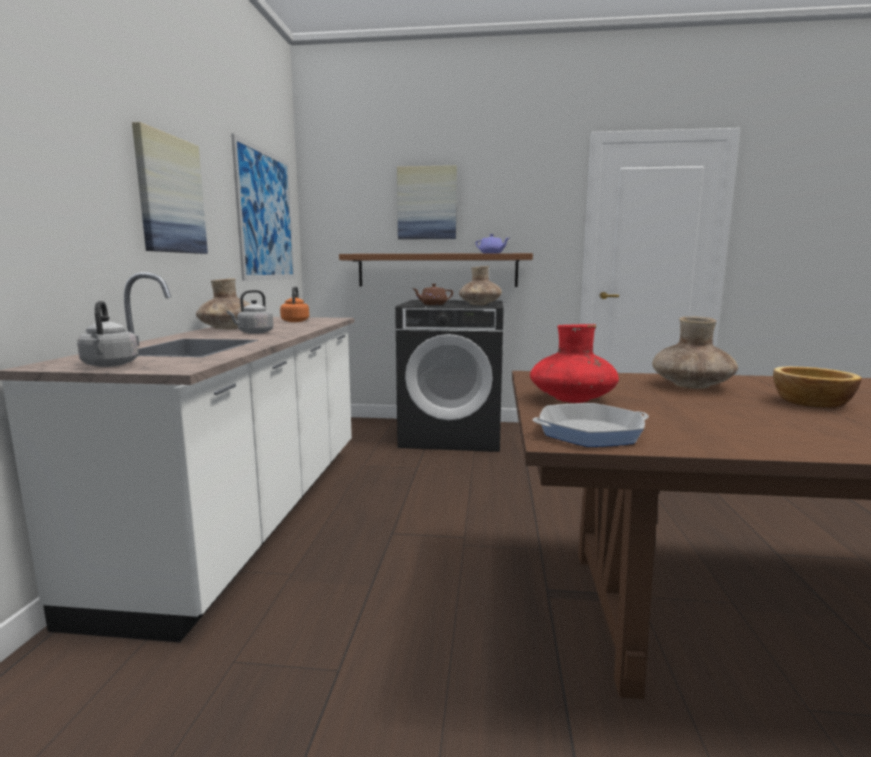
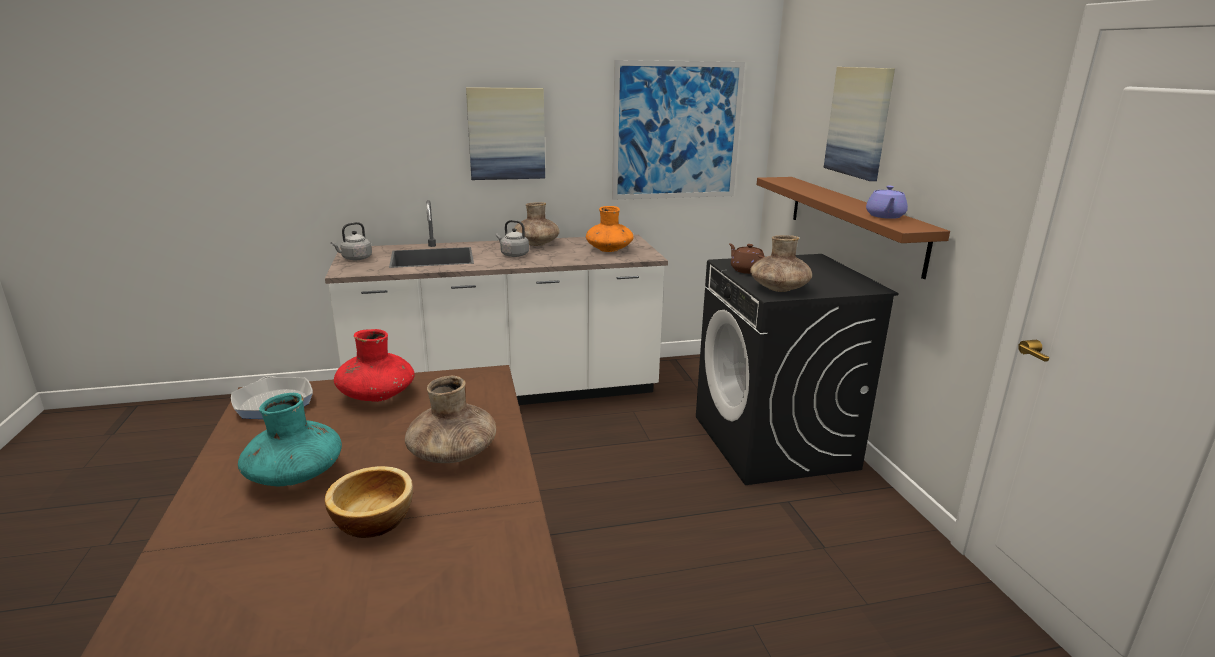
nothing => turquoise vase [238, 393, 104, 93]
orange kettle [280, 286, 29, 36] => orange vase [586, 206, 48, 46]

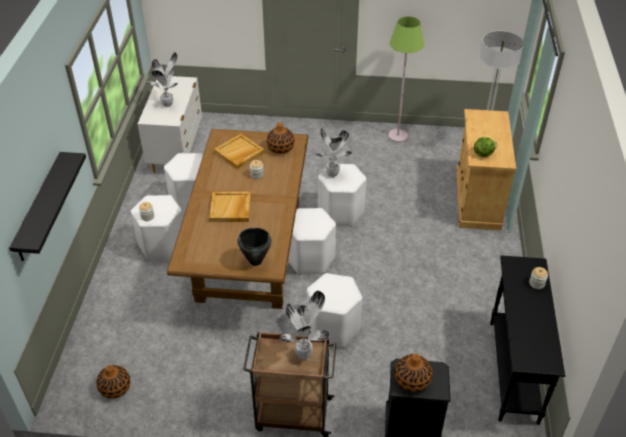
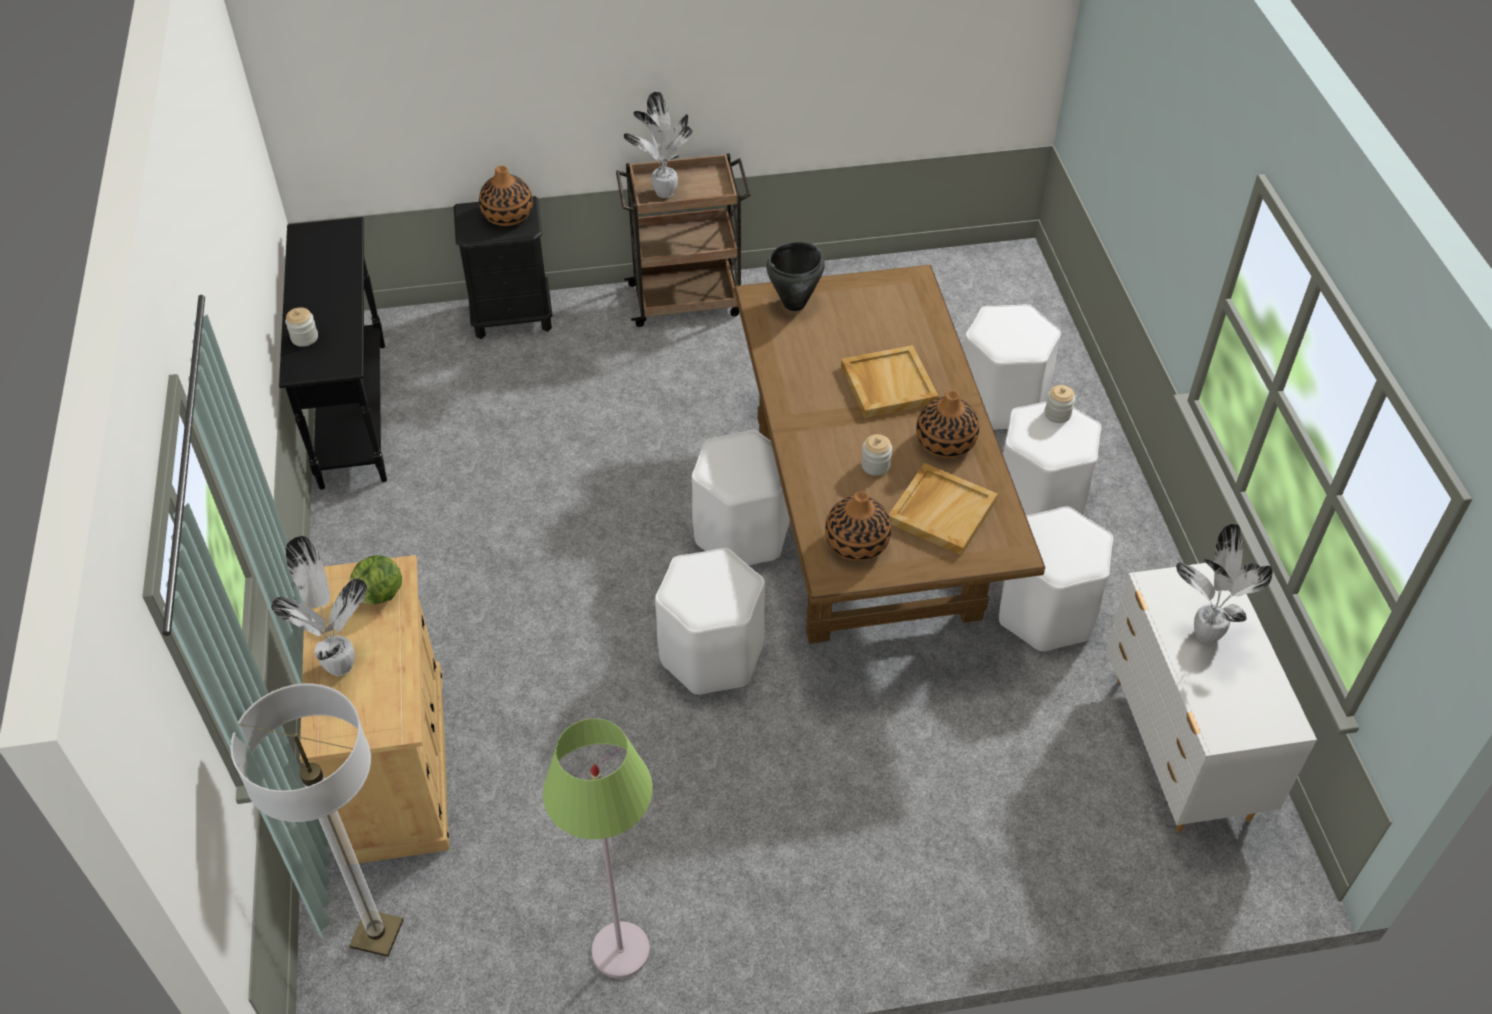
potted plant [316, 128, 36, 49] => potted plant [271, 536, 96, 140], moved
vase [96, 365, 34, 34] => vase [916, 391, 63, 67], moved
white stool [307, 273, 55, 75] => white stool [963, 304, 98, 126], moved
black shelf [9, 152, 77, 109] => nothing

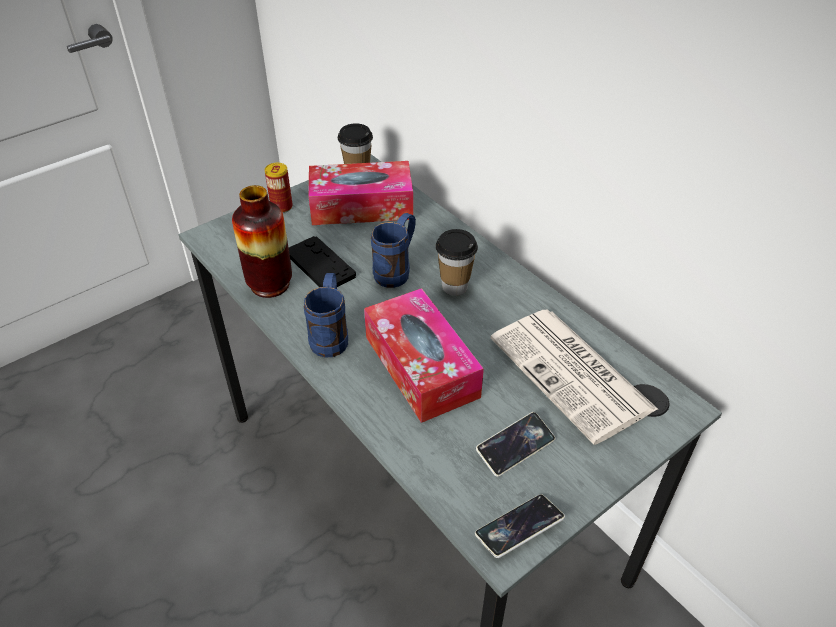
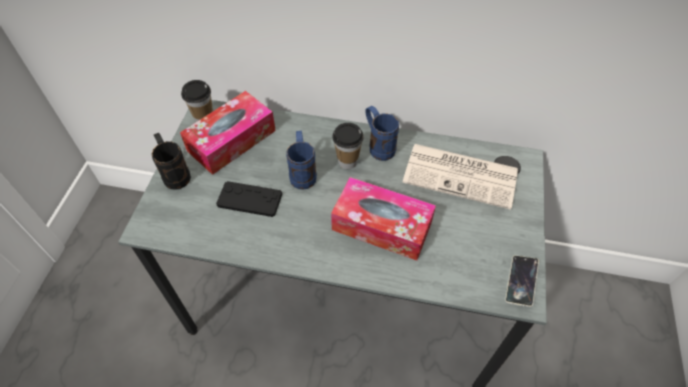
can [265, 163, 28, 50] => black mug [152, 133, 39, 57]
blue mug [304, 273, 44, 85] => blue mug [365, 106, 34, 55], moved
vase [232, 185, 60, 113] => nothing
phone [476, 412, 79, 65] => nothing

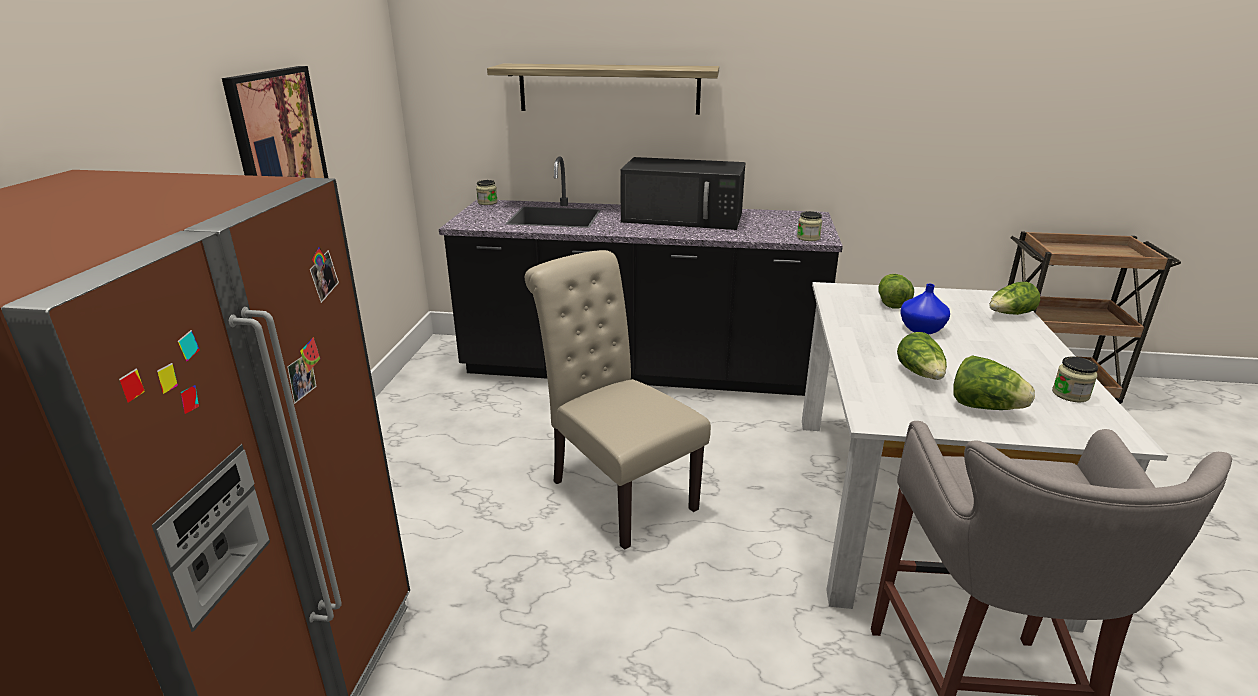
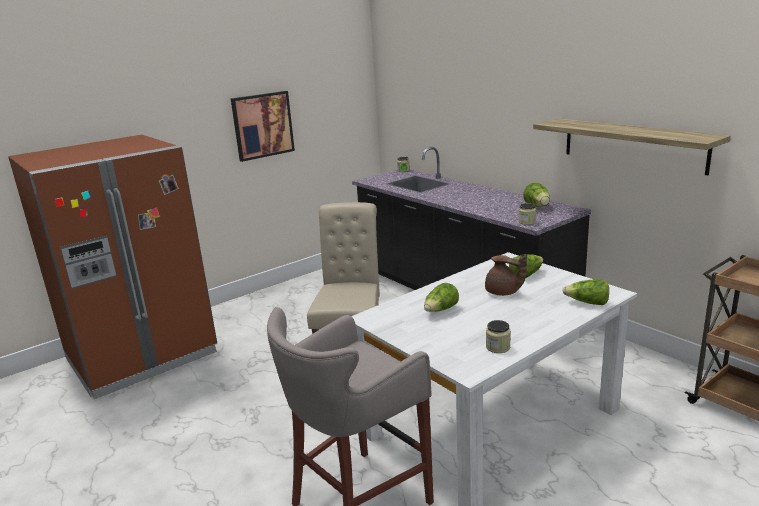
blue vase [901, 284, 49, 50] => brown teapot [485, 254, 42, 42]
lettuce [953, 355, 82, 55] => lettuce [523, 183, 27, 24], moved
shelf [487, 64, 232, 51] => shelf [533, 118, 198, 57], moved
black microwave [620, 157, 125, 73] => nothing

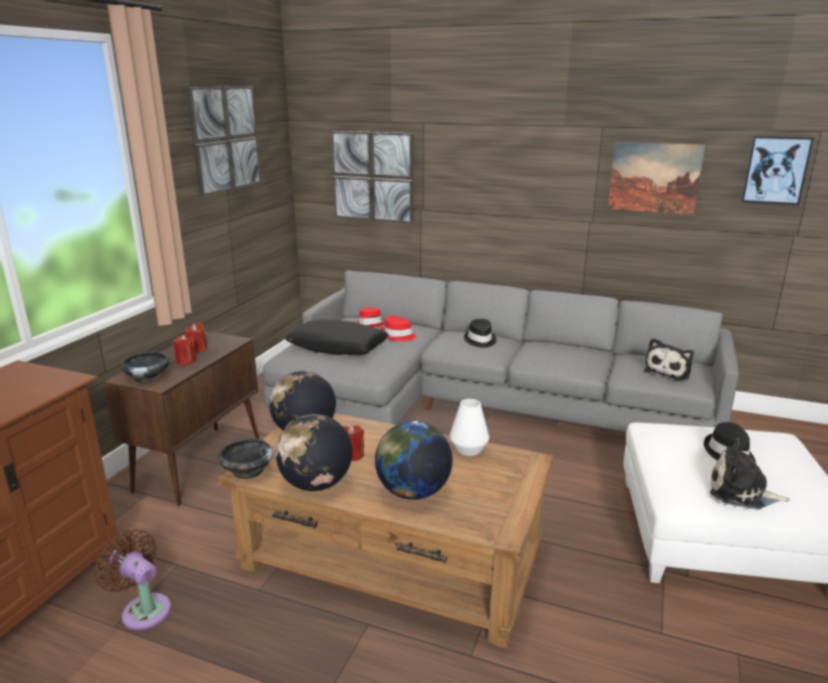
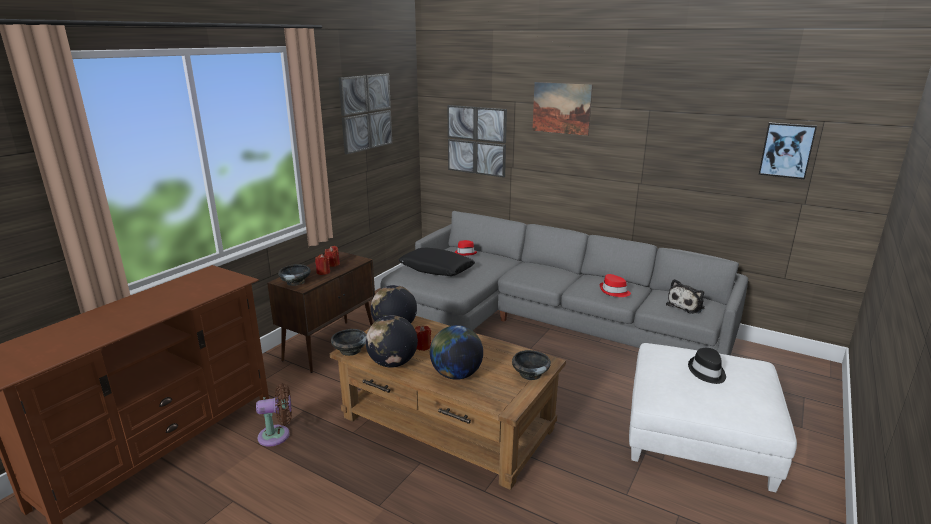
brown fan [94, 529, 77, 101] => brown fan [256, 383, 36, 64], 120 degrees clockwise
nothing => black bowl [512, 350, 39, 30]
picture [608, 142, 97, 73] => picture [532, 82, 61, 54], moved
red hat [381, 316, 36, 25] => red hat [600, 274, 31, 23], moved
white vase [449, 399, 40, 57] => nothing
black hat [464, 319, 33, 29] => nothing
plush toy [710, 438, 80, 72] => nothing

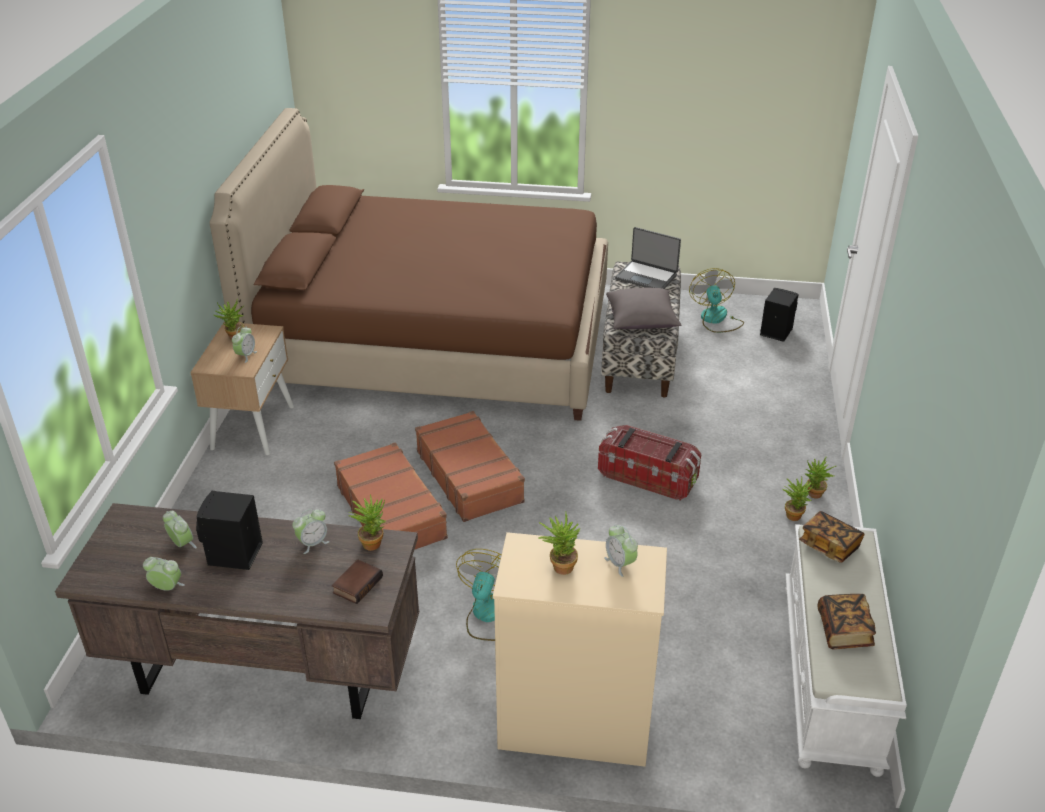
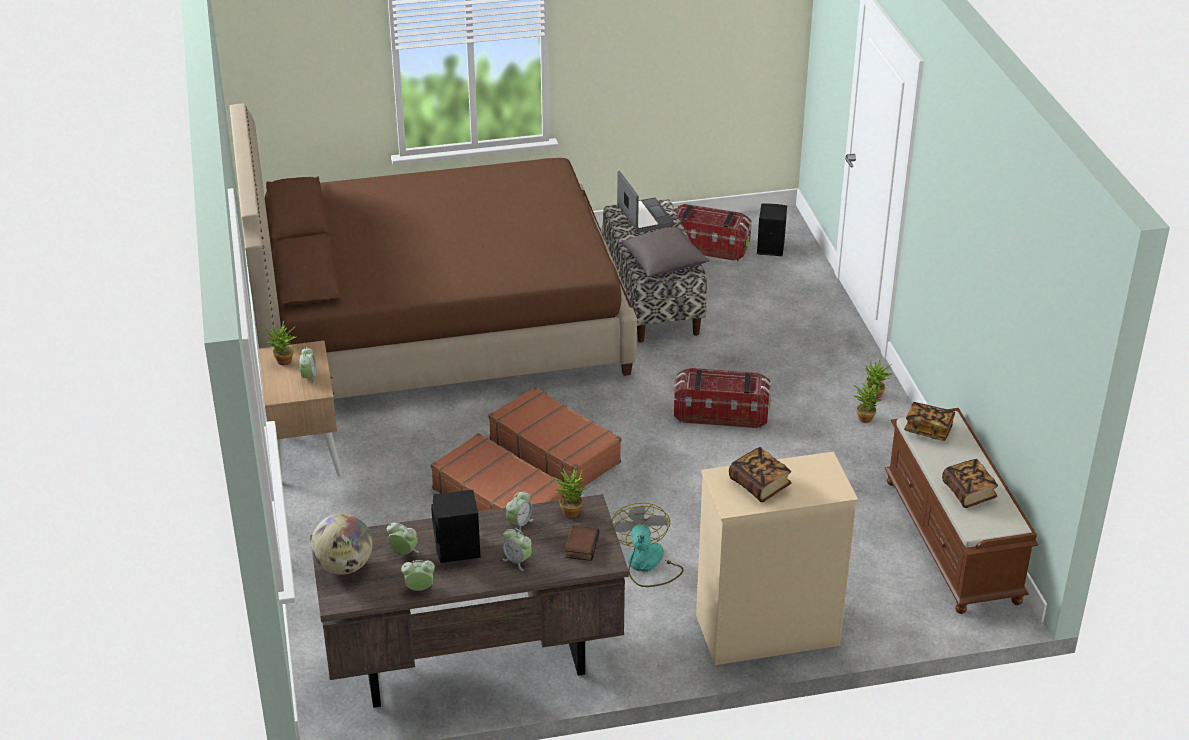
nothing => globe [311, 513, 62, 62]
alarm clock [604, 525, 34, 52] => alarm clock [502, 528, 30, 43], moved
laptop [615, 227, 66, 62] => laptop [617, 171, 57, 62], 120 degrees counterclockwise
fan [689, 268, 55, 65] => storage box [674, 204, 77, 57]
potted plant [538, 511, 42, 64] => book [729, 447, 63, 55]
white bench [785, 524, 122, 253] => brown bench [885, 408, 153, 206]

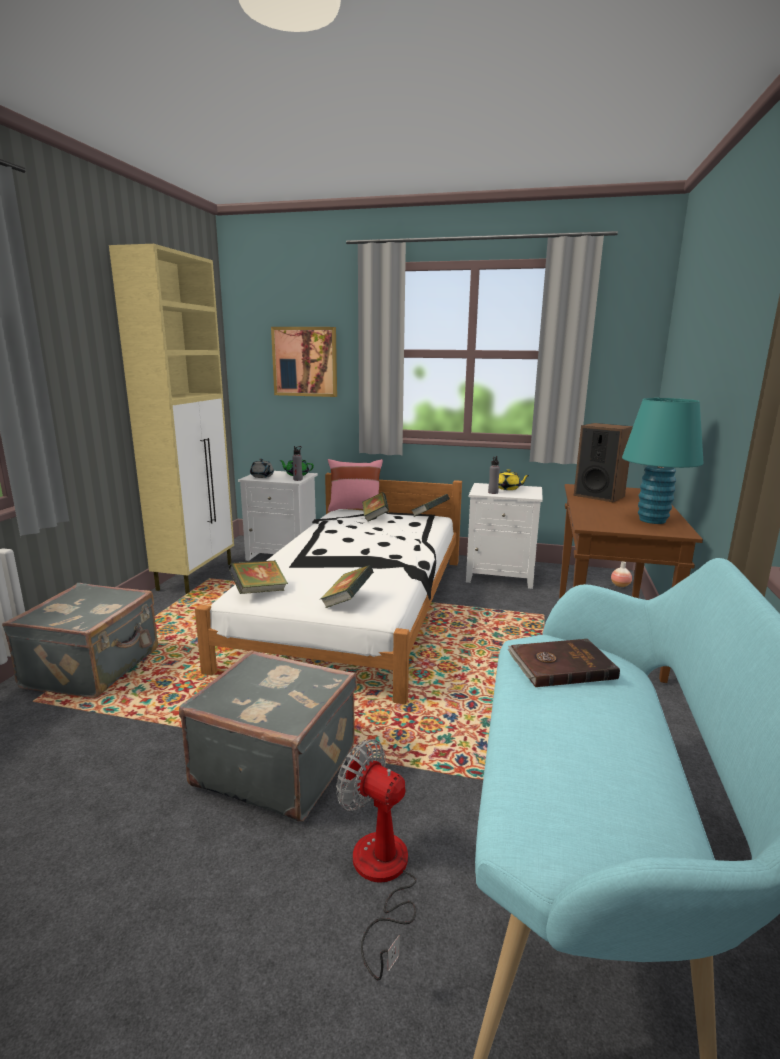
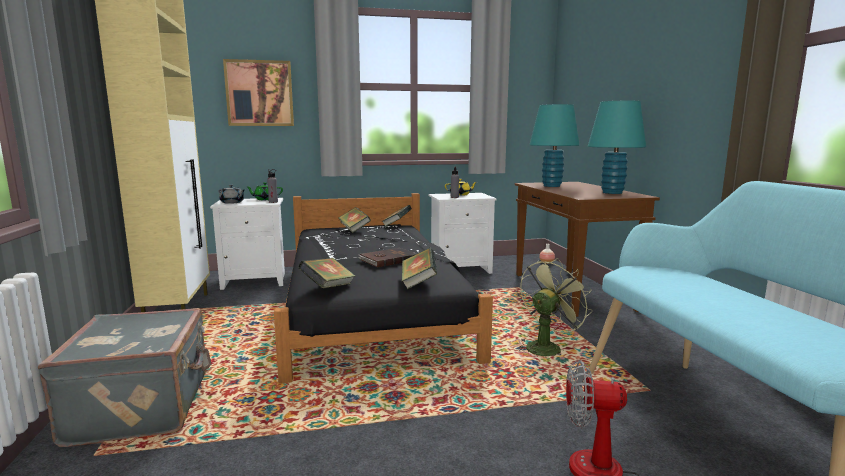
white bed [195, 473, 267, 231] => black bed [274, 193, 219, 191]
brown book [508, 639, 112, 48] => brown book [358, 248, 58, 20], moved
nothing => green fan [516, 258, 76, 98]
speaker [574, 423, 59, 79] => turquoise table lamp [529, 104, 51, 83]
grey suitcase [179, 650, 178, 171] => nothing
pink pillow [328, 459, 55, 53] => nothing

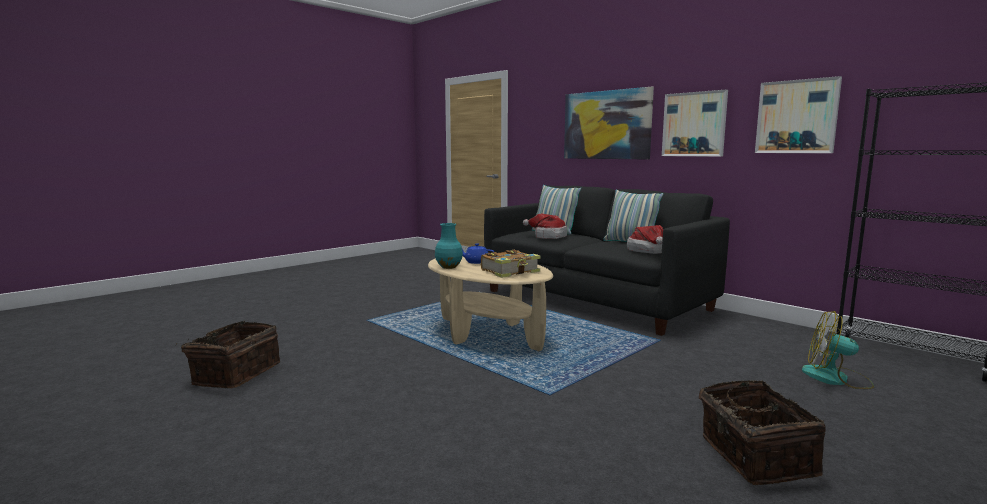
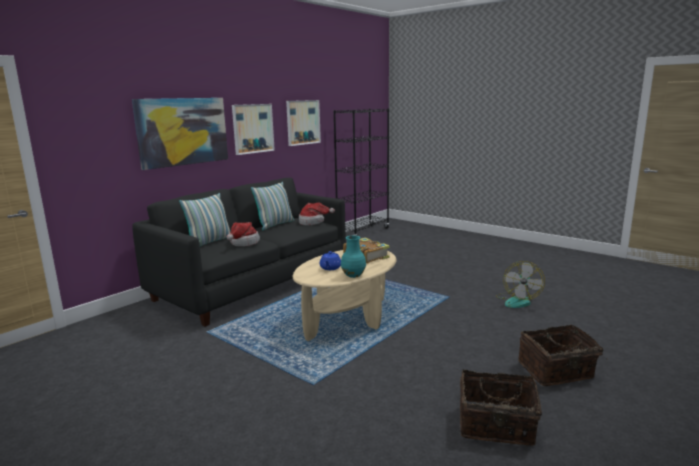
fan [802, 311, 72, 78] => fan [496, 261, 49, 47], moved
basket [699, 380, 127, 105] => basket [518, 324, 90, 62], moved

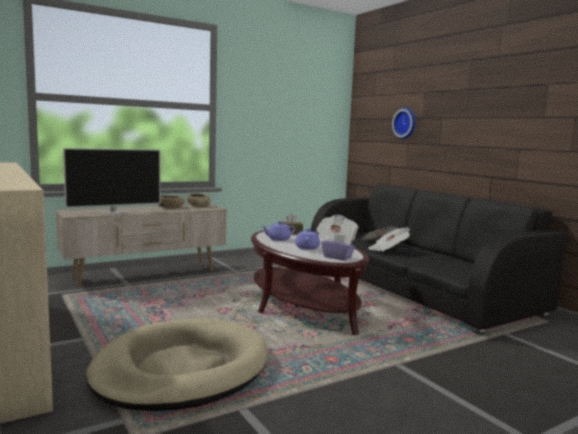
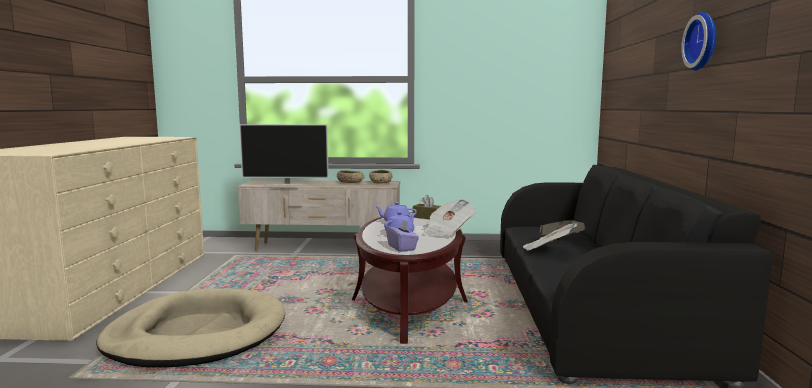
wall clock [392, 108, 24, 31] => wall clock [681, 12, 35, 59], moved

